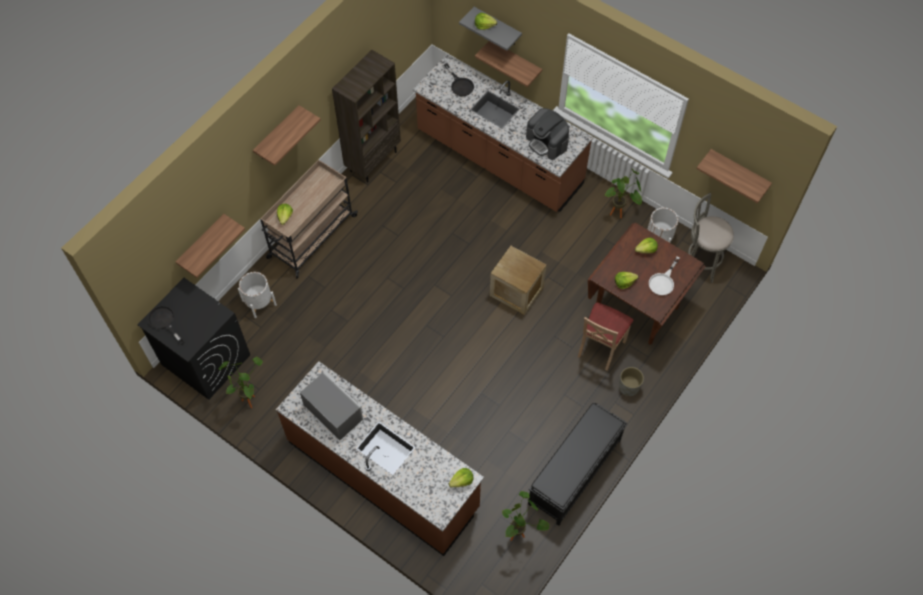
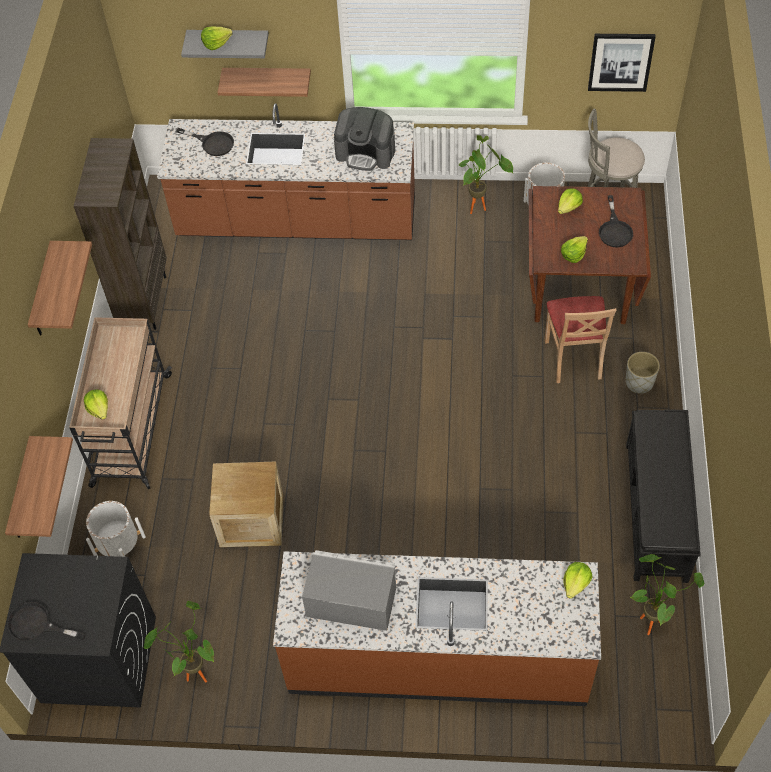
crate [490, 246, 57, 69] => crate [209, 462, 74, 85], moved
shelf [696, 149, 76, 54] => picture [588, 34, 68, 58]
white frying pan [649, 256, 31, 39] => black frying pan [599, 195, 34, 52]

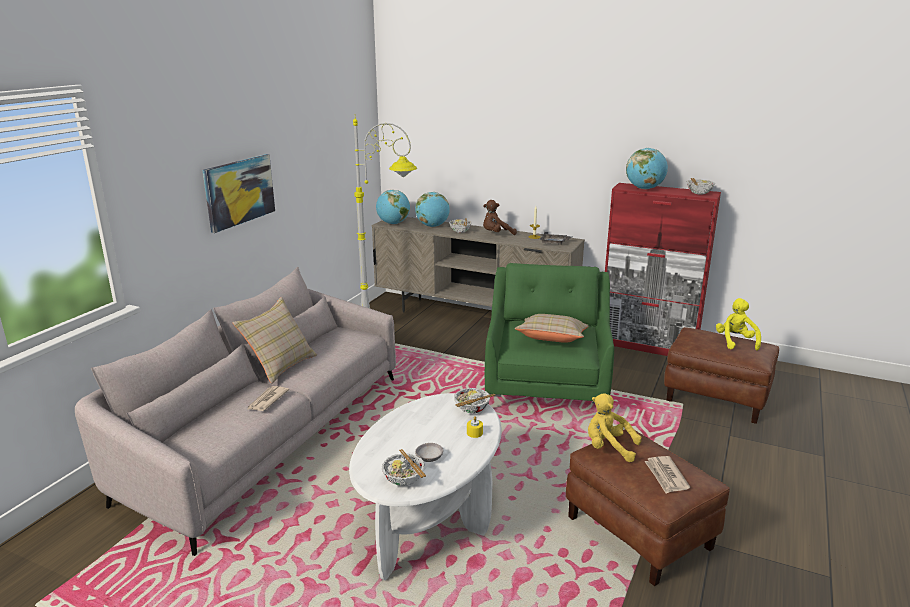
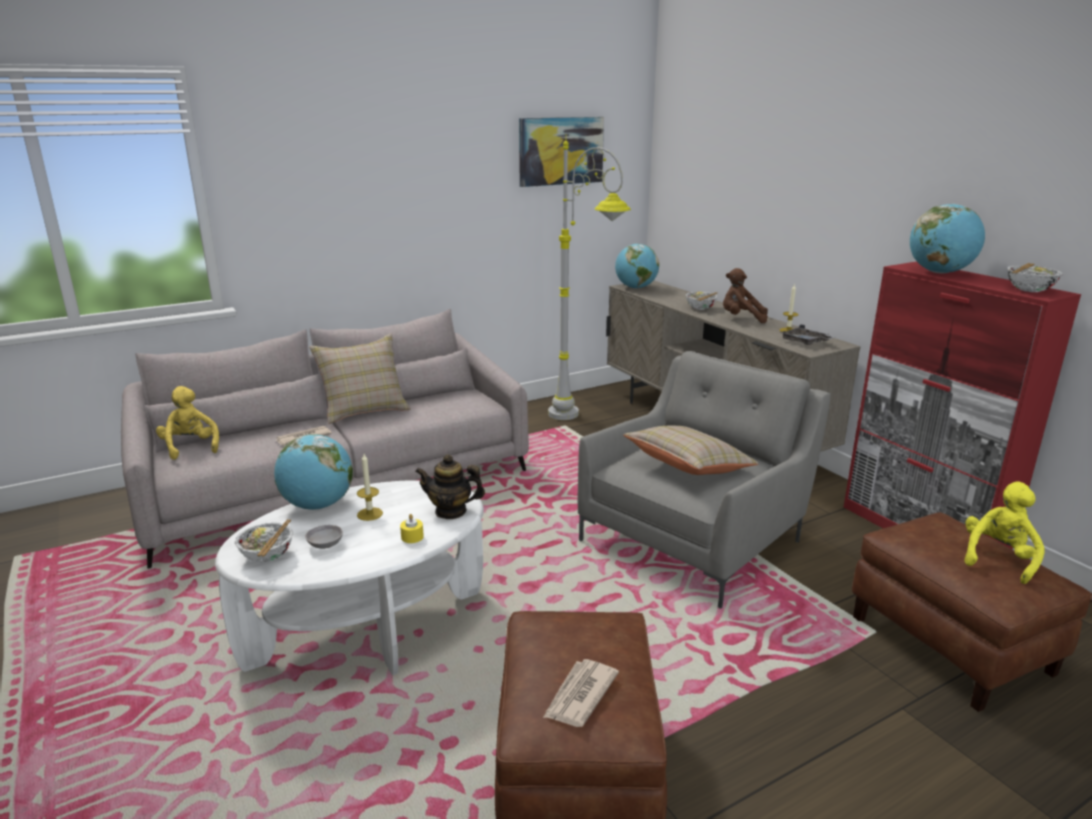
yellow plush toy [588, 393, 54, 69] => yellow plush toy [156, 386, 63, 74], moved
globe [415, 192, 35, 35] => globe [274, 434, 79, 76], moved
nothing => candle [357, 454, 26, 67]
bowl [454, 388, 41, 26] => teapot [415, 454, 70, 65]
picture [203, 154, 72, 79] => picture [519, 117, 85, 70], moved
green armchair [485, 263, 129, 141] => grey armchair [578, 351, 253, 258]

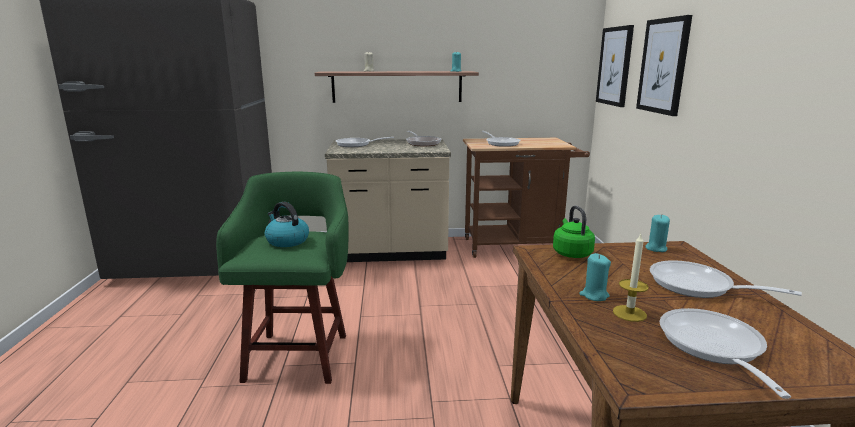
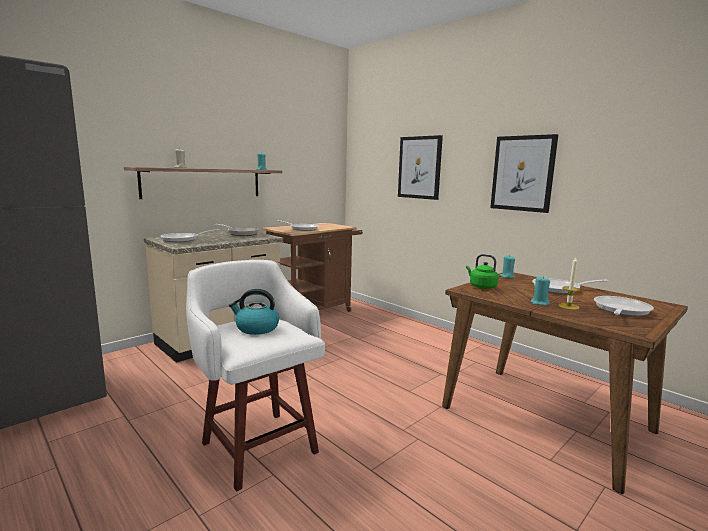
green stool [216, 172, 133, 212] => white stool [186, 260, 139, 232]
picture [596, 25, 38, 82] => picture [490, 134, 68, 79], moved
frying pan [660, 308, 131, 91] => frying pan [594, 296, 60, 20], 75 degrees clockwise

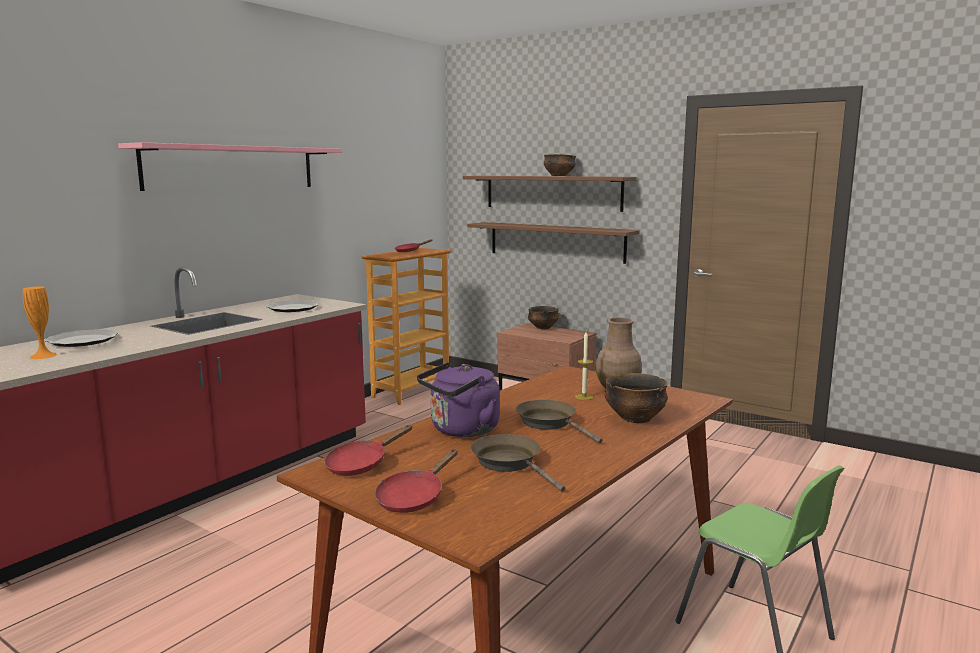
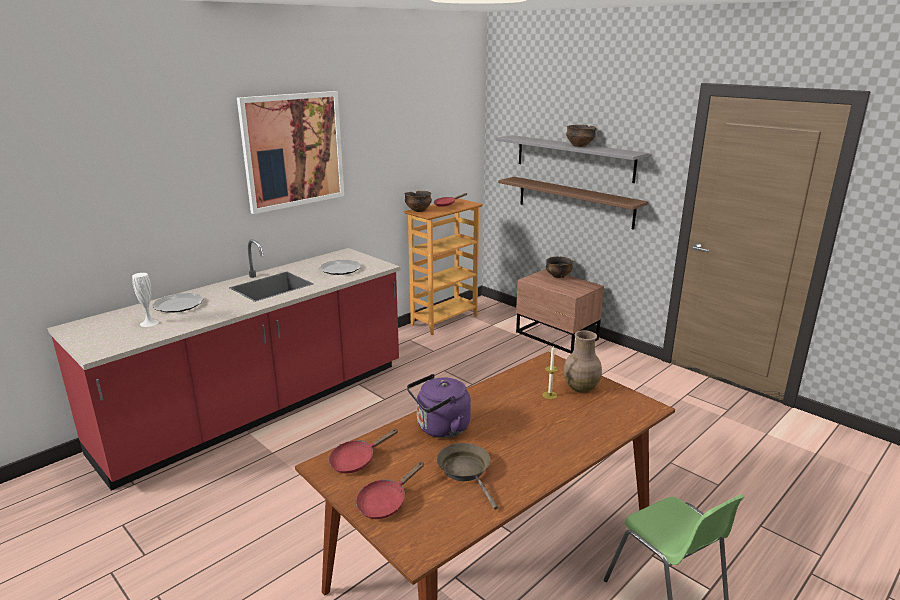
orange vase [23, 286, 34, 73] => white vase [132, 273, 27, 54]
pink shelf [118, 142, 224, 49] => picture [237, 91, 107, 123]
bowl [604, 373, 64, 50] => bowl [404, 191, 28, 21], moved
brown shelf [463, 176, 174, 36] => grey shelf [496, 135, 153, 48]
brown frying pan [515, 400, 87, 43] => nothing

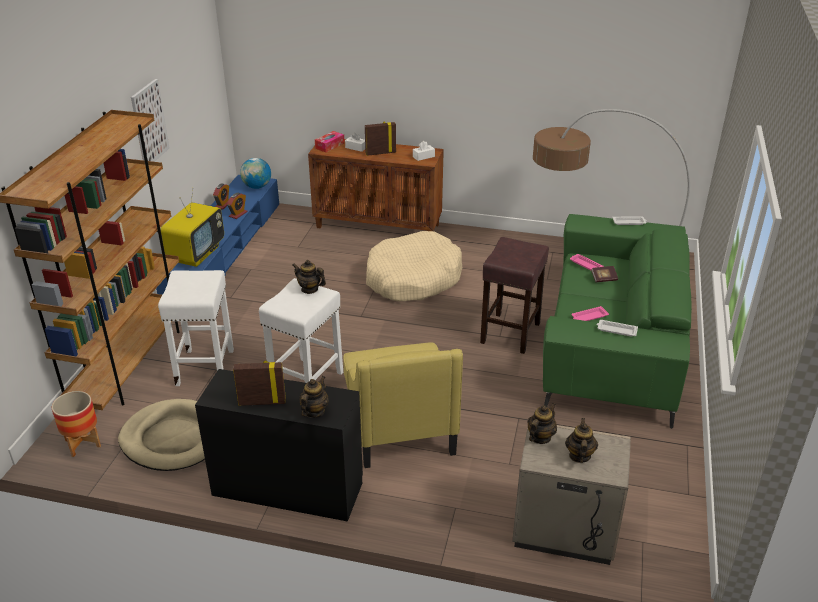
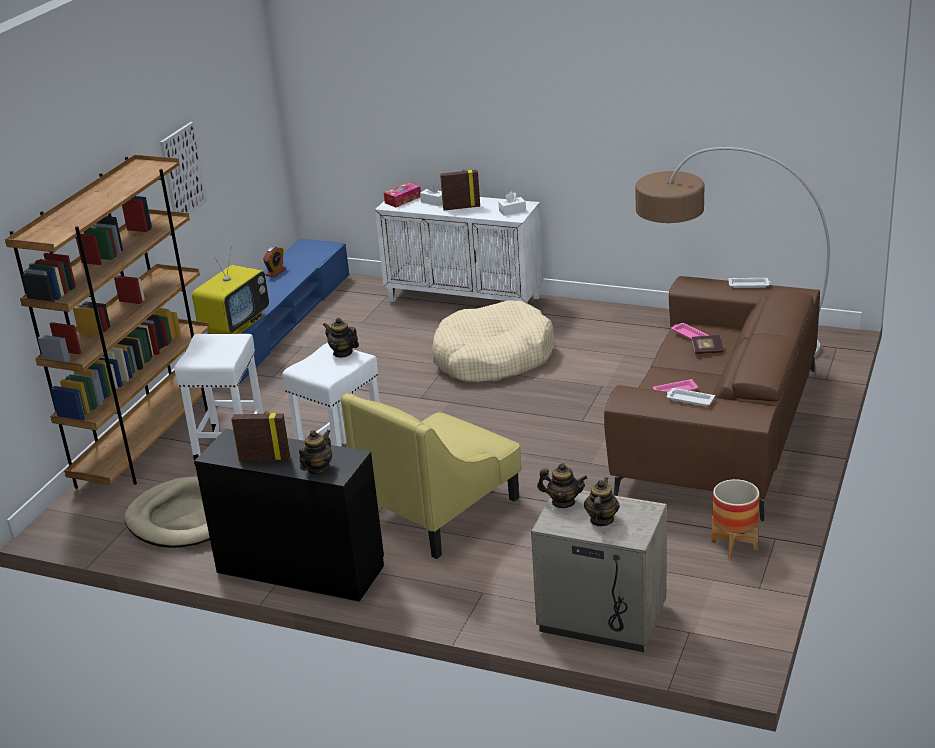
yellow armchair [343, 342, 120, 126] => yellow armchair [341, 393, 181, 166], 45 degrees clockwise
brown cabinet [308, 139, 136, 92] => white cabinet [375, 197, 168, 106]
teapot [528, 403, 29, 41] => teapot [537, 463, 51, 45], 60 degrees clockwise
green sofa [543, 214, 149, 215] => brown sofa [604, 276, 216, 245]
planter [52, 391, 49, 66] => planter [711, 479, 49, 80], moved
alarm clock [227, 193, 20, 26] => nothing
globe [240, 158, 31, 31] => nothing
brown stool [480, 237, 69, 117] => nothing

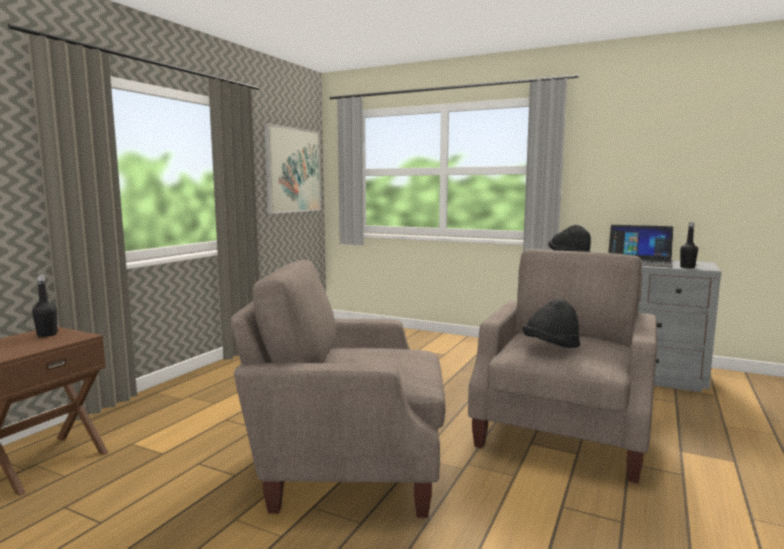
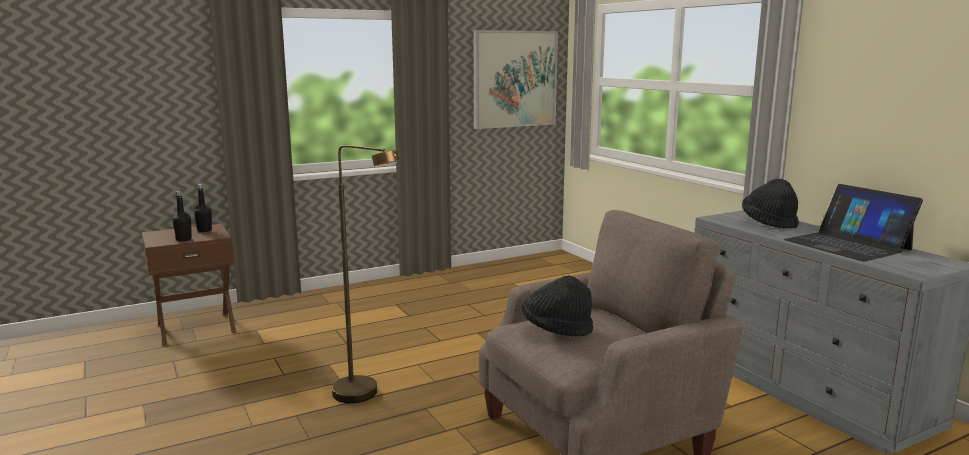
black bottle [680, 222, 18, 47] => black bottle [172, 191, 20, 50], moved
beige armchair [231, 260, 215, 258] => brown floor lamp [332, 145, 68, 258]

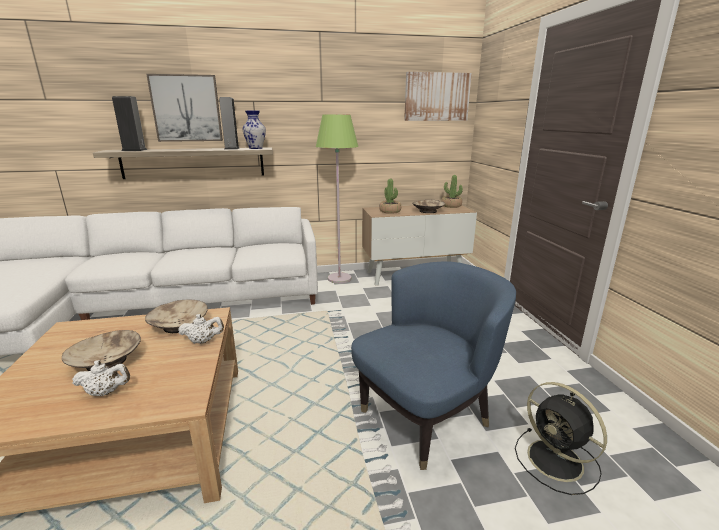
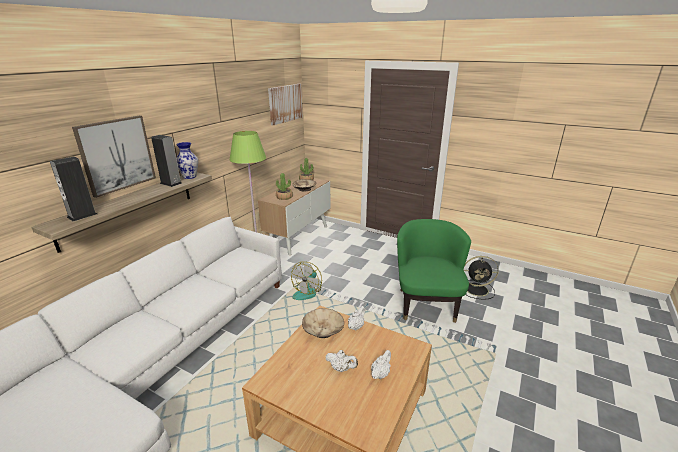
nothing => fan [291, 261, 31, 39]
beige bowl [62, 330, 79, 41] => white teapot [325, 350, 33, 22]
blue armchair [351, 262, 165, 208] => green armchair [397, 219, 74, 104]

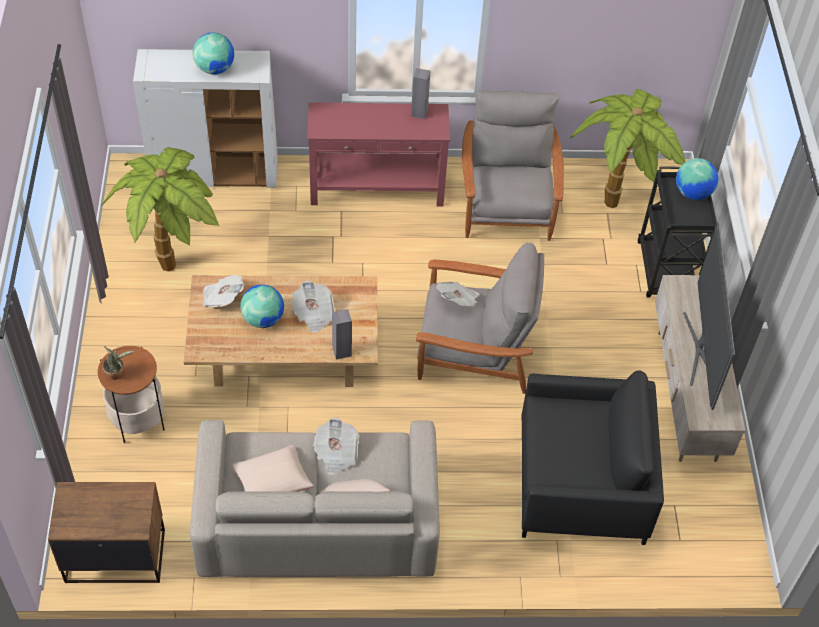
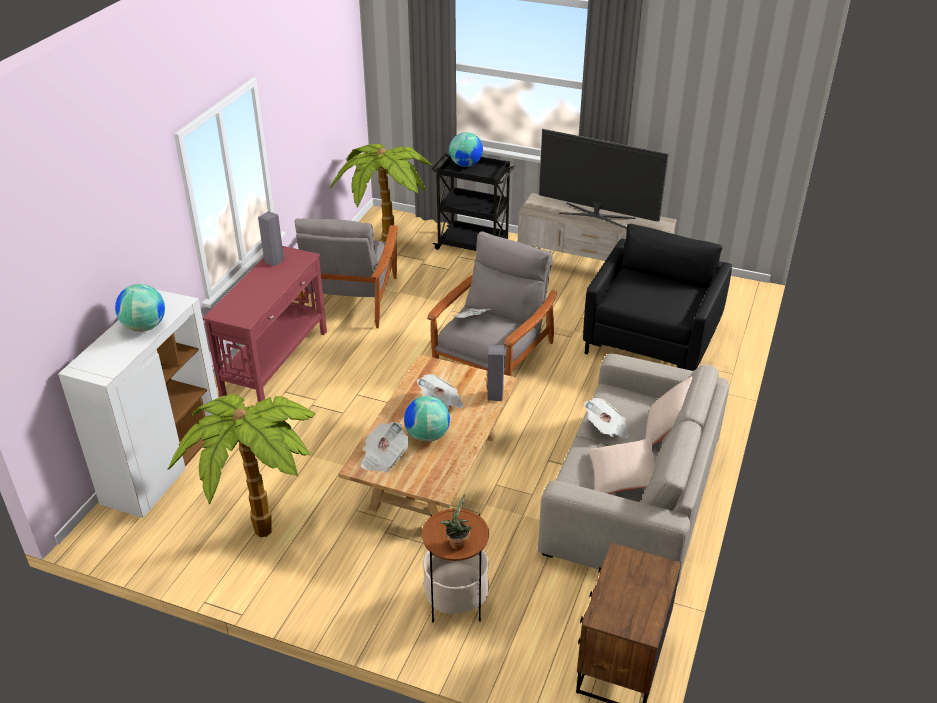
grey armchair [462, 90, 102, 151] => grey armchair [295, 218, 103, 110], 105 degrees counterclockwise

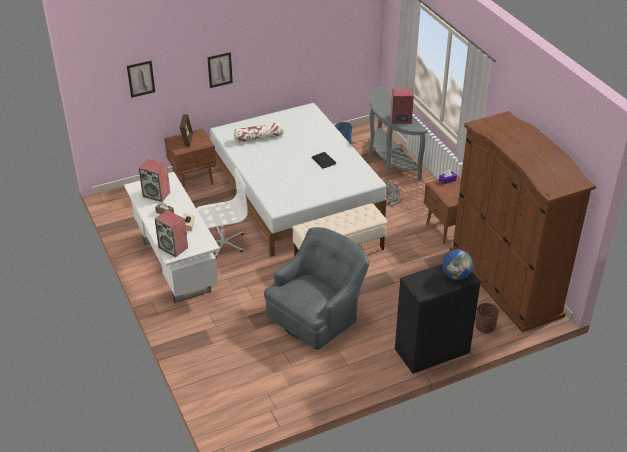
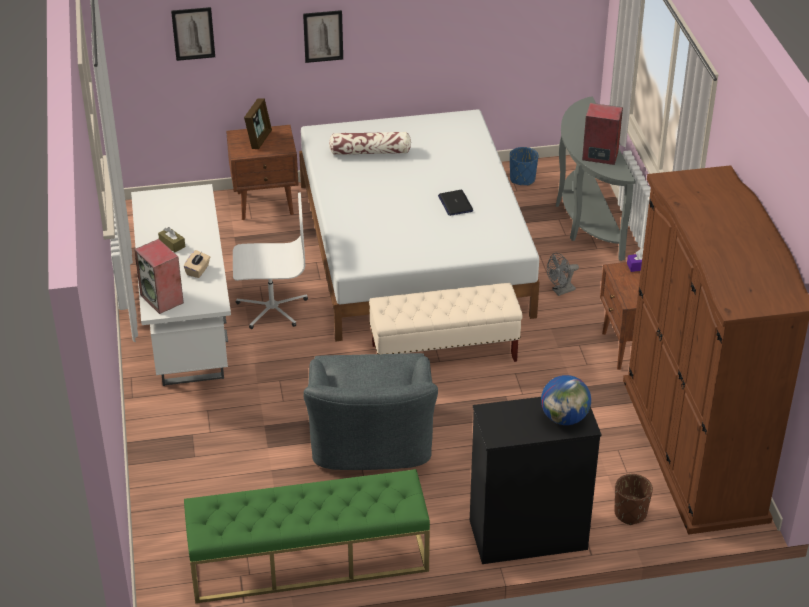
nothing => green bench [184, 469, 246, 134]
grey armchair [264, 227, 105, 123] => grey armchair [303, 353, 135, 117], 120 degrees clockwise
speaker [139, 159, 31, 43] => nothing

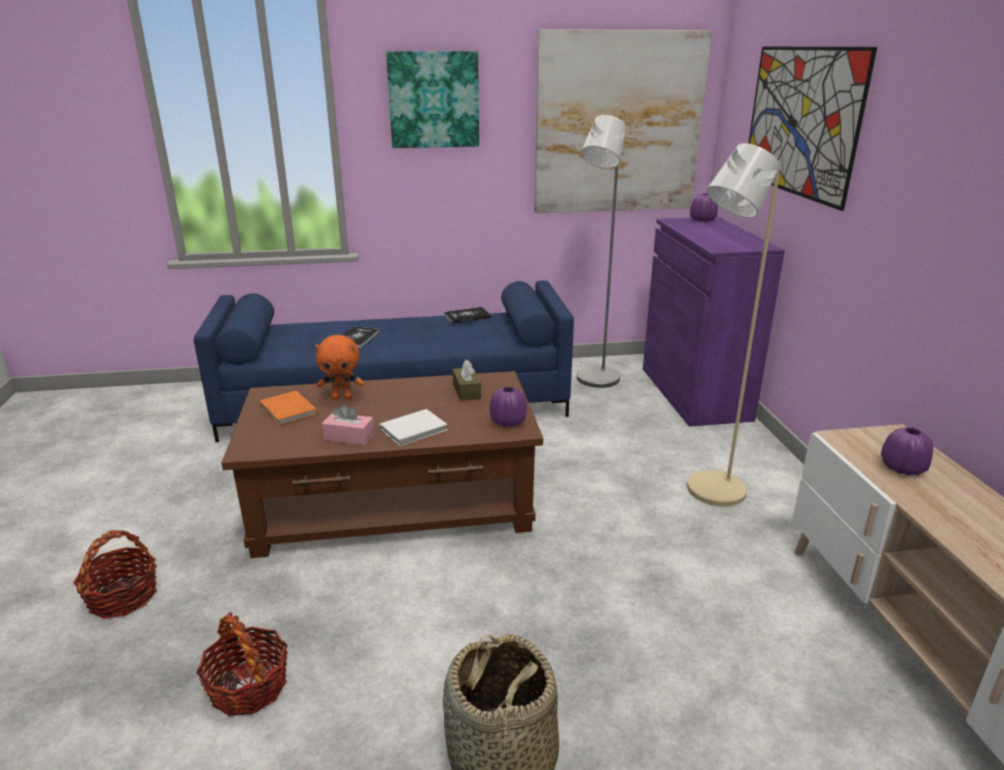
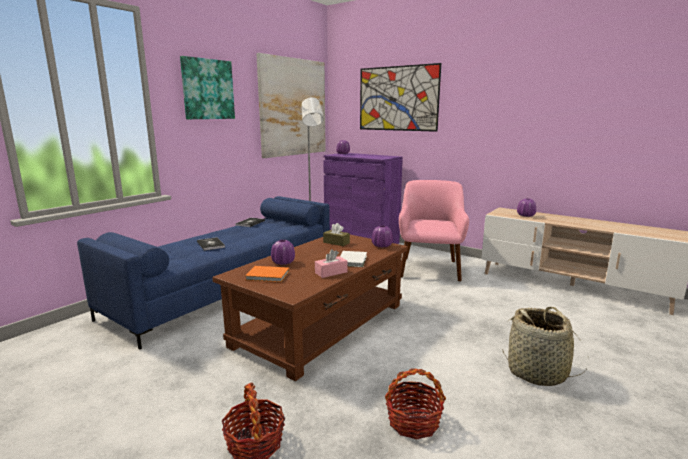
orange plush toy [315, 335, 49, 65] => purple vase [271, 240, 24, 25]
beige floor lamp [687, 143, 93, 364] => pink armchair [399, 180, 70, 102]

